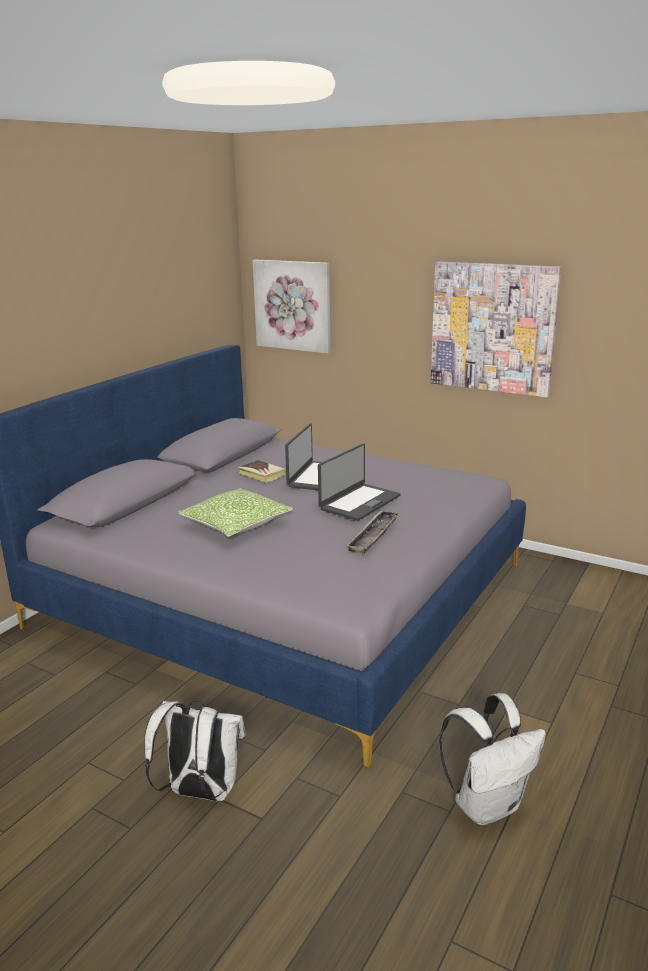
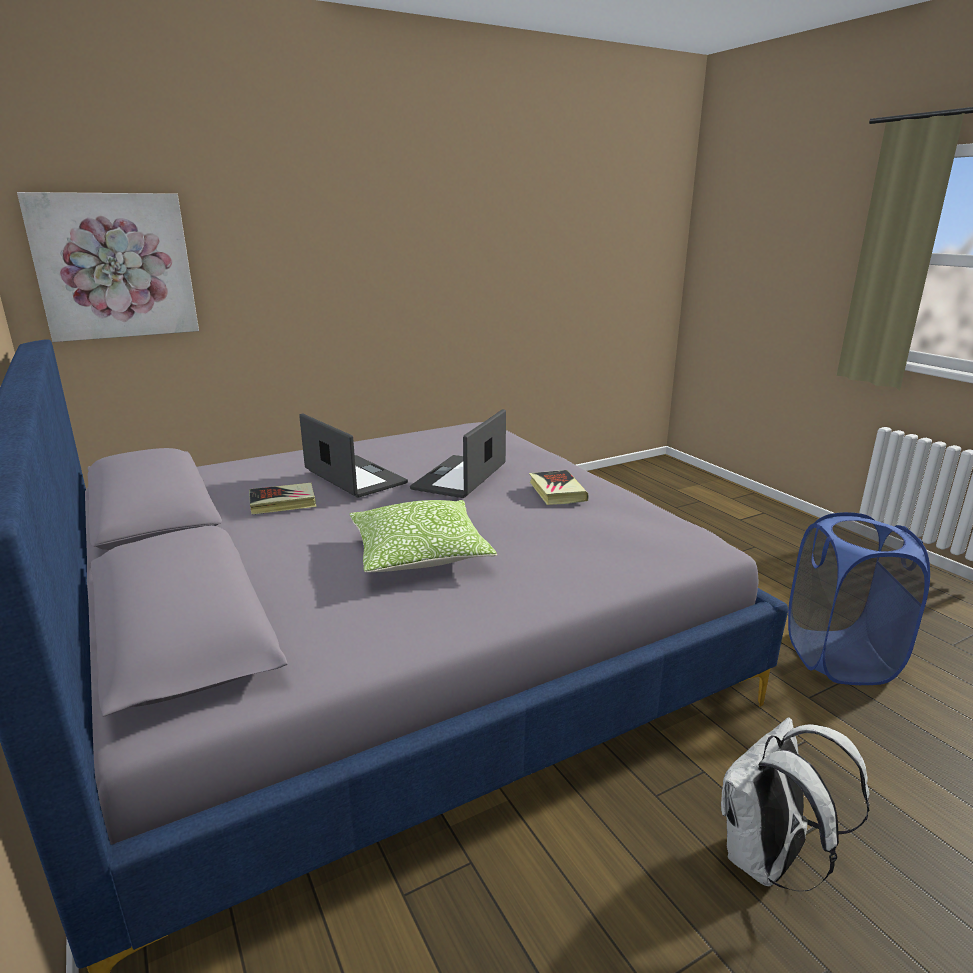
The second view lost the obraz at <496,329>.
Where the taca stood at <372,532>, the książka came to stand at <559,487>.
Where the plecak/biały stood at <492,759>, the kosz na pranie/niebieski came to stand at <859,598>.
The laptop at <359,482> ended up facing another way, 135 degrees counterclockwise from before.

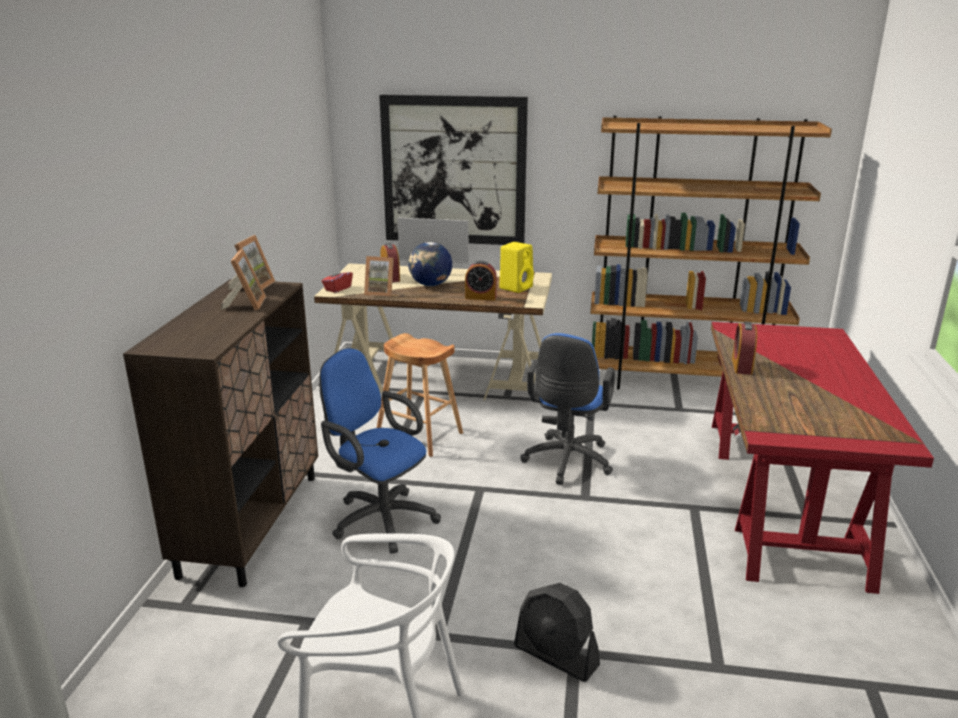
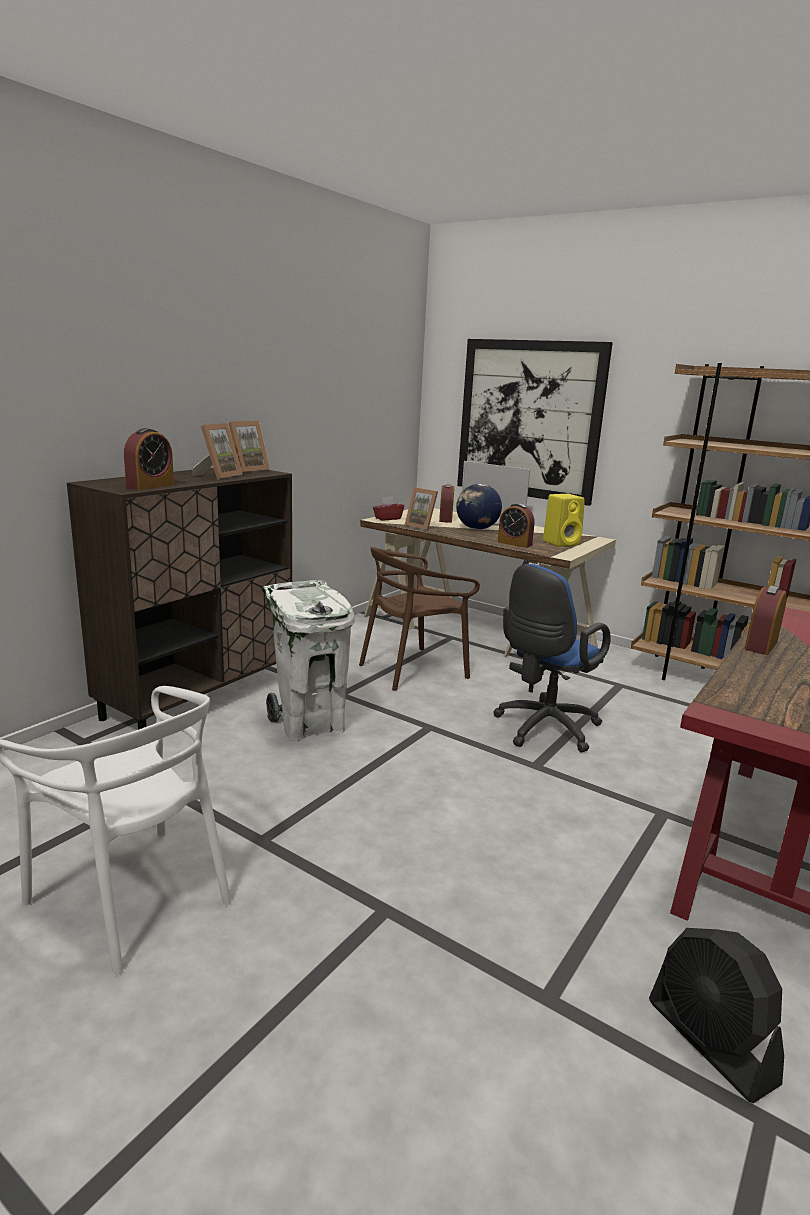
The second view gained the budzik at <149,459>.
The wentylator/czarny ended up elsewhere, having gone from <557,632> to <716,1015>.
Where the krzesło biurowe/niebieski stood at <380,450>, the kosz na śmieci/biały came to stand at <308,660>.
Where the stołek/brązowy stood at <420,395>, the krzesło/brązowy came to stand at <419,619>.

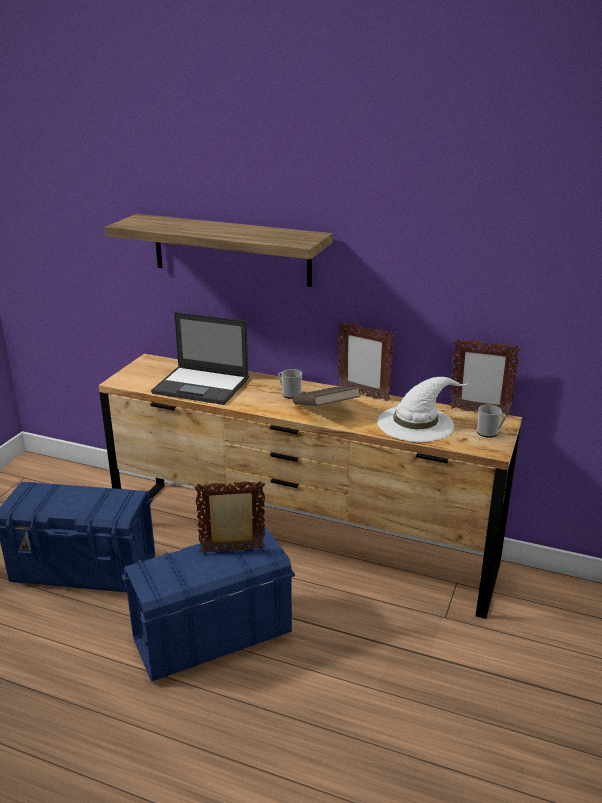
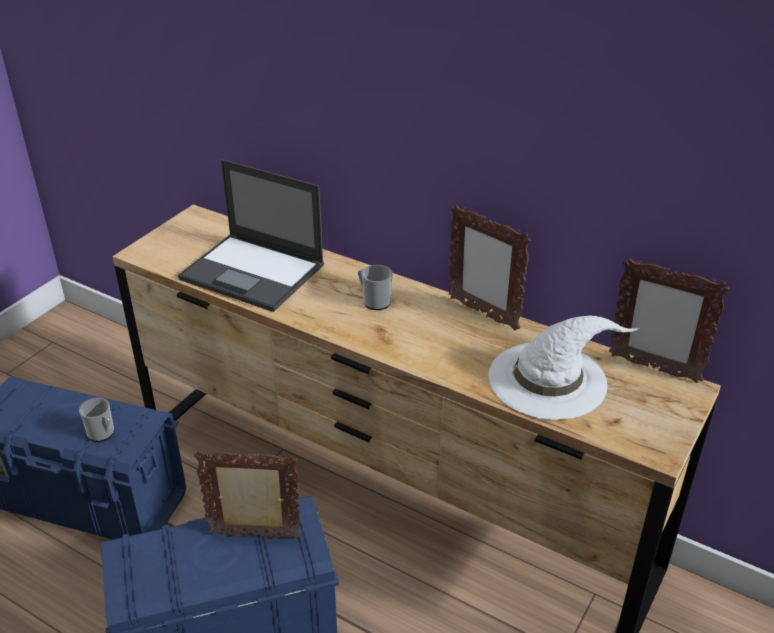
The second view lost the półka at <219,250>.
The second view lost the książka/brązowy at <327,396>.
The kubek ended up elsewhere, having gone from <491,421> to <96,420>.

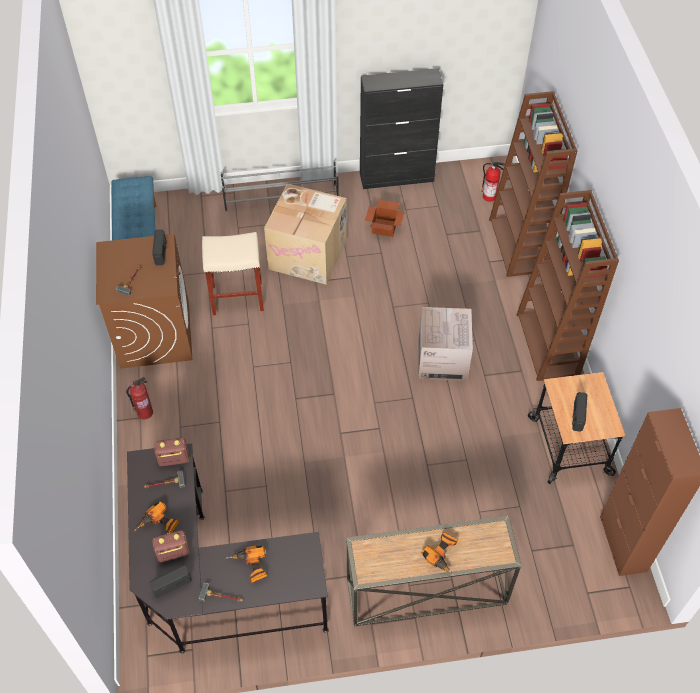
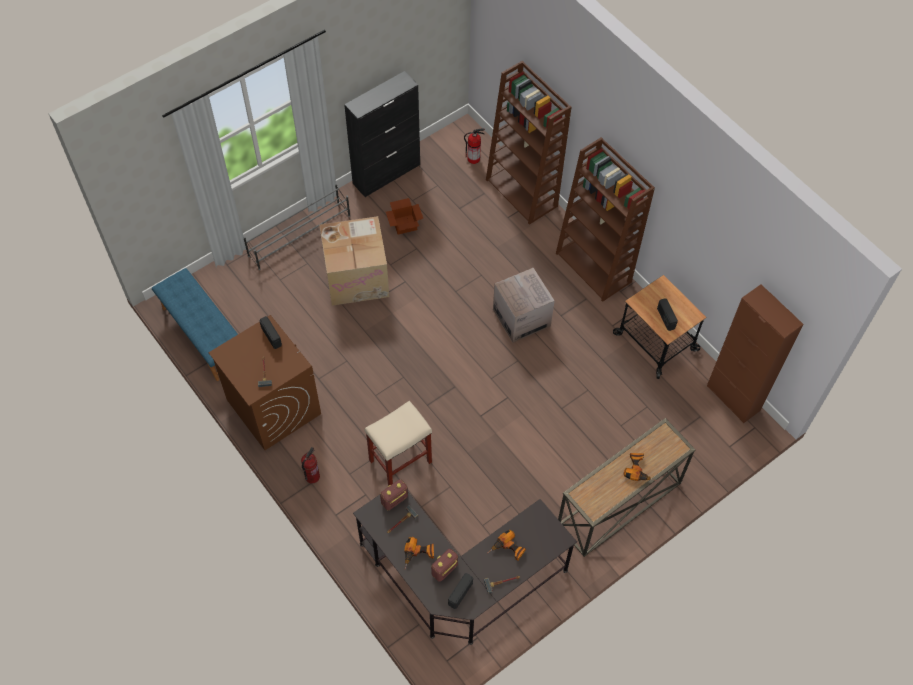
The stołek/beżowy ended up elsewhere, having gone from <233,273> to <398,443>.

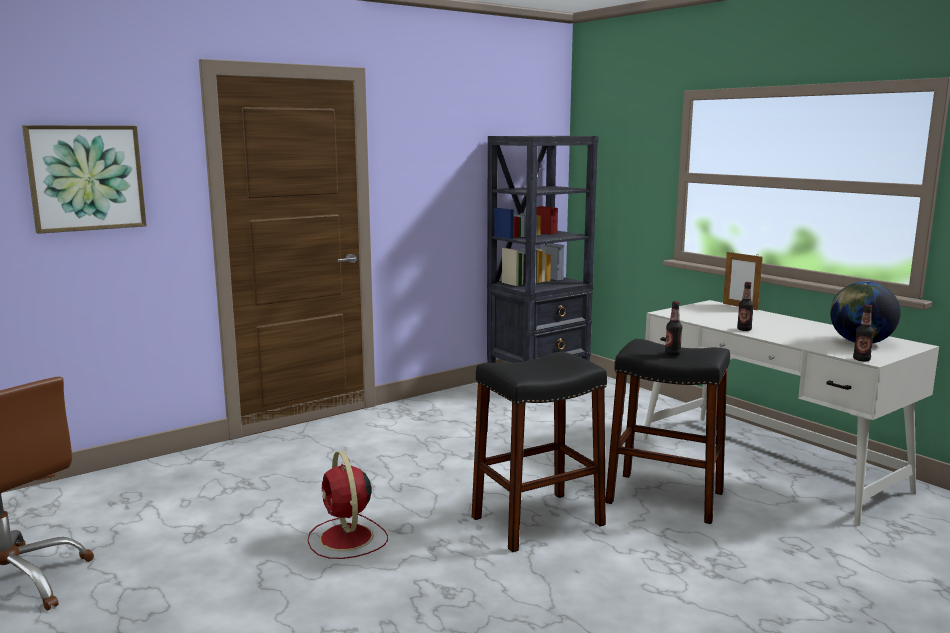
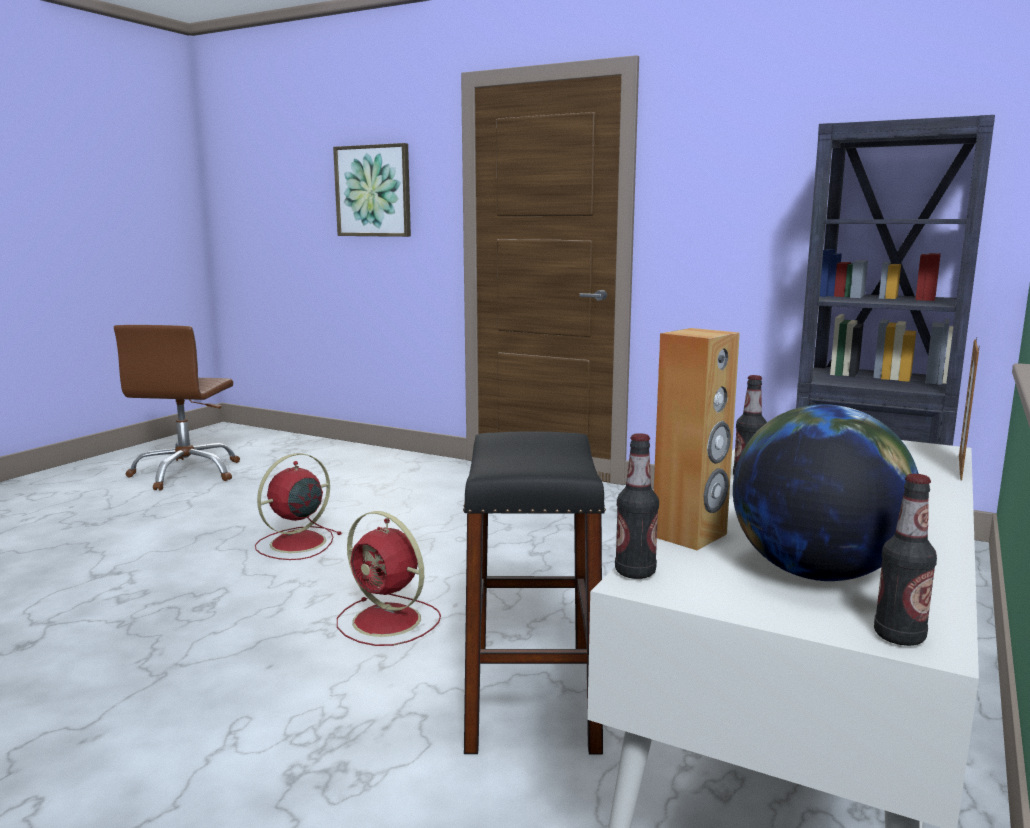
The second view gained the głośnik/brązowy at <697,439>.
The butelka ended up elsewhere, having gone from <673,328> to <905,560>.
Where the stołek/czarny stood at <539,451>, the wentylator/czerwony came to stand at <389,578>.

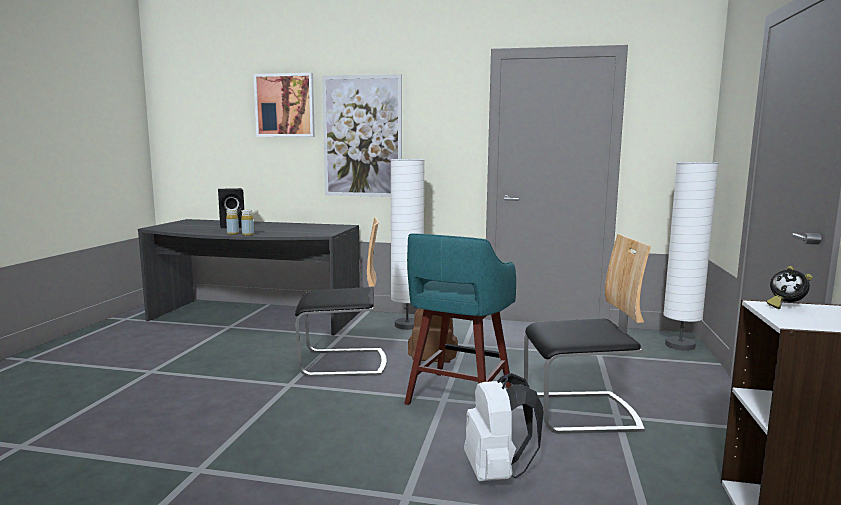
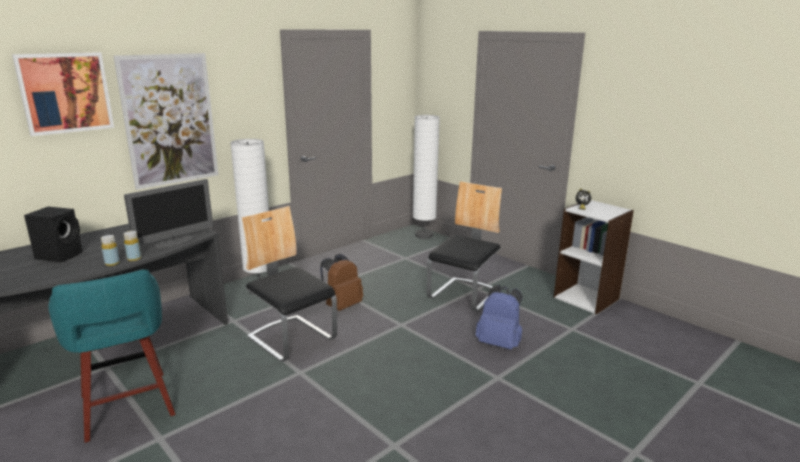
The second view gained the monitor at <168,213>.
The stołek/turkusowy ended up elsewhere, having gone from <460,319> to <112,356>.
What was the plecak/biały at <504,427> turned into the plecak/niebieski at <499,317>.
The krzesło at <341,297> ended up facing another way, 75 degrees counterclockwise from before.

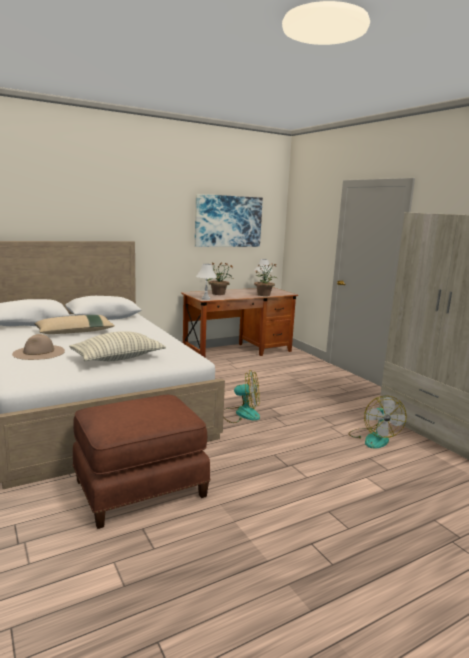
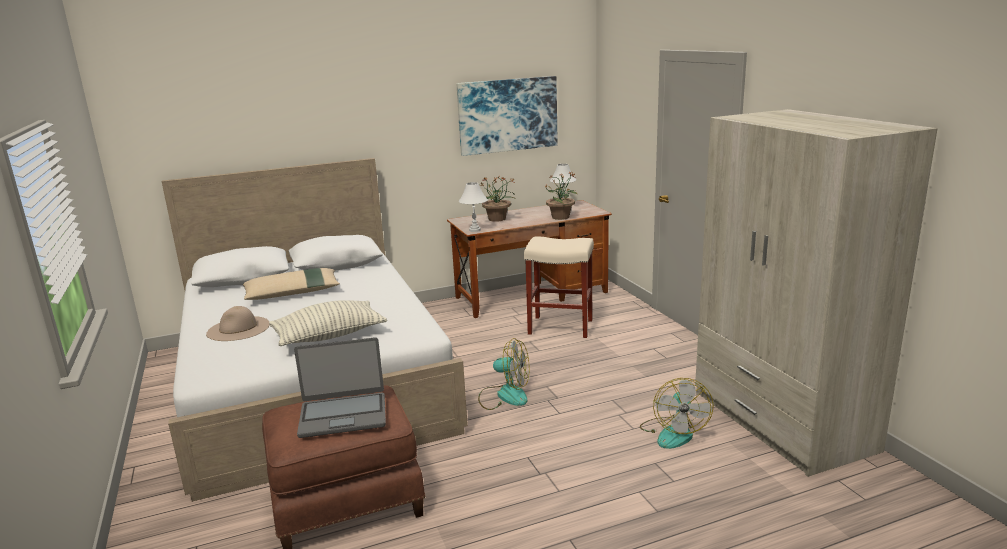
The second view gained the laptop at <340,387>.
The second view gained the stołek/beżowy at <559,287>.

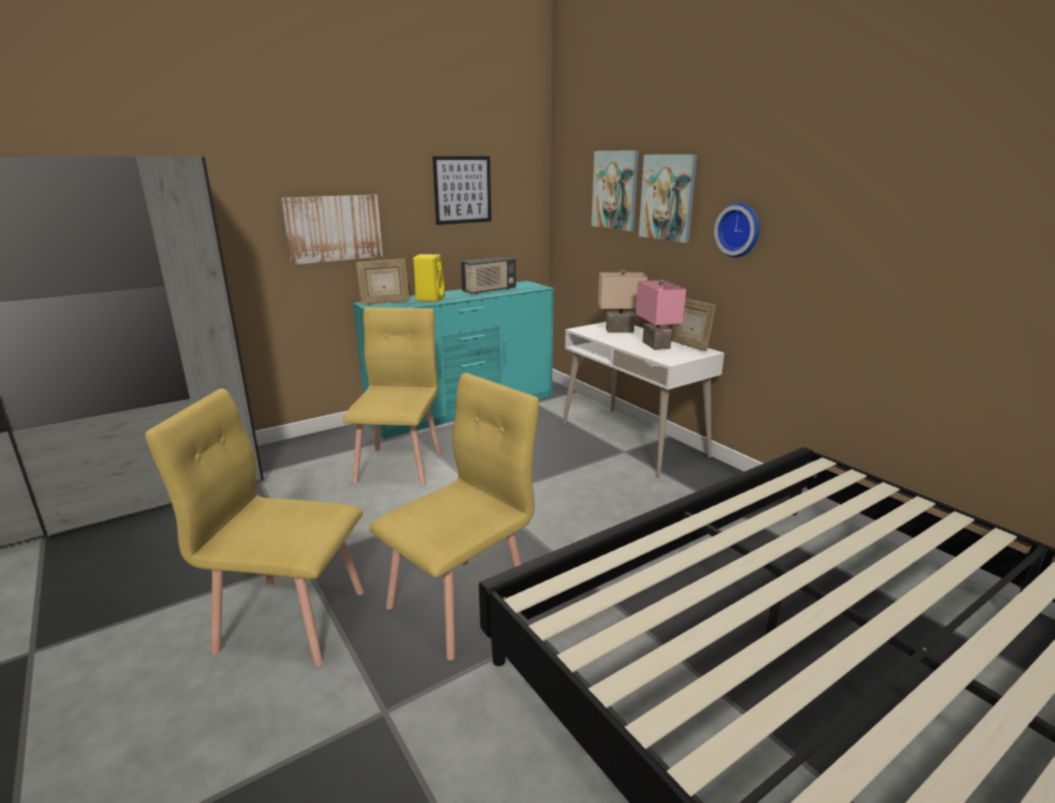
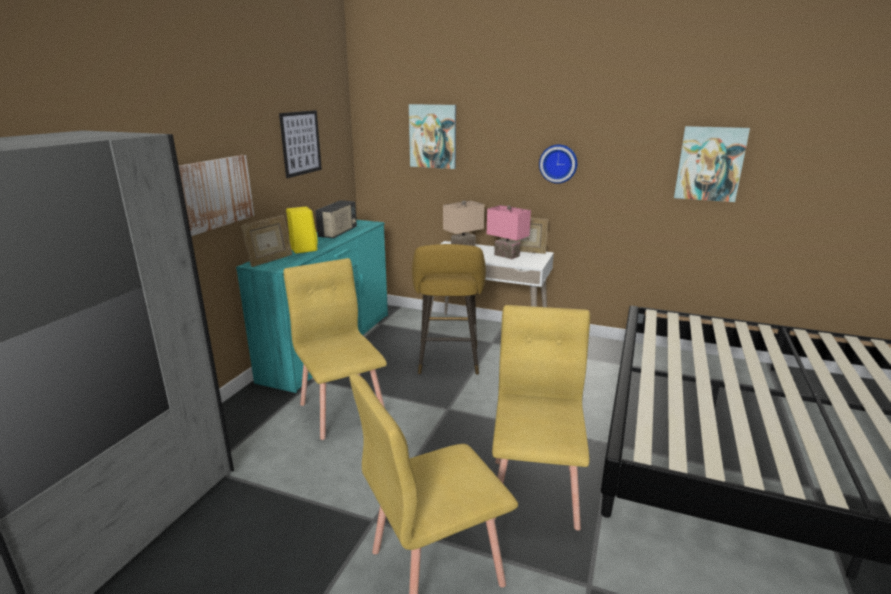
The second view gained the stołek/żółty at <449,309>.
The obraz ended up elsewhere, having gone from <668,198> to <712,164>.

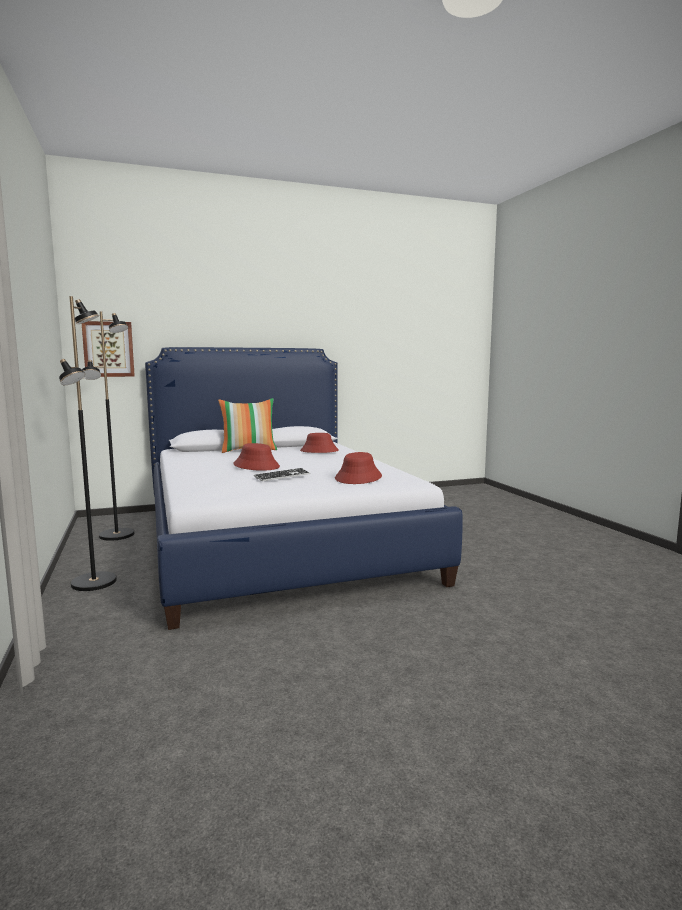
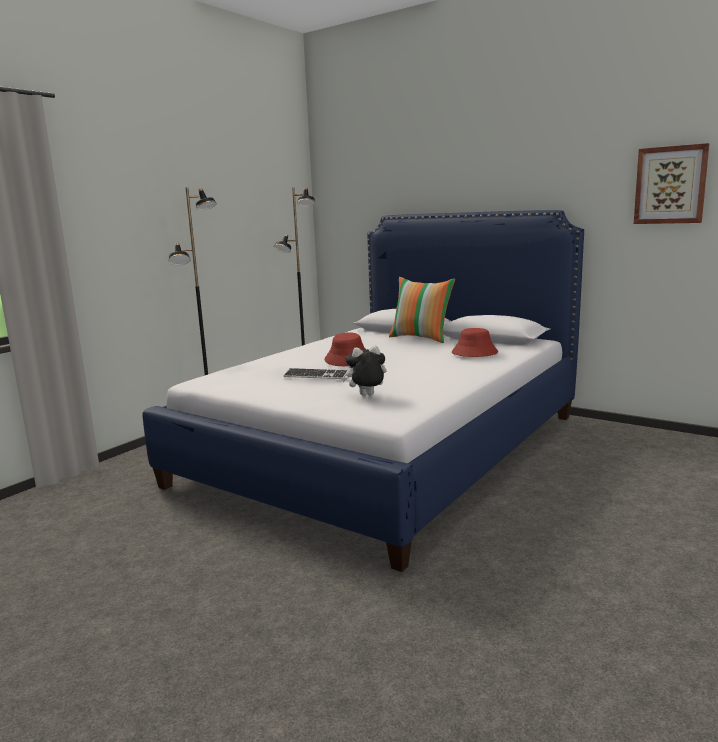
The obraz ended up elsewhere, having gone from <108,349> to <671,183>.
Where the kapelusz/czerwony stood at <358,468>, the pluszak came to stand at <363,370>.

